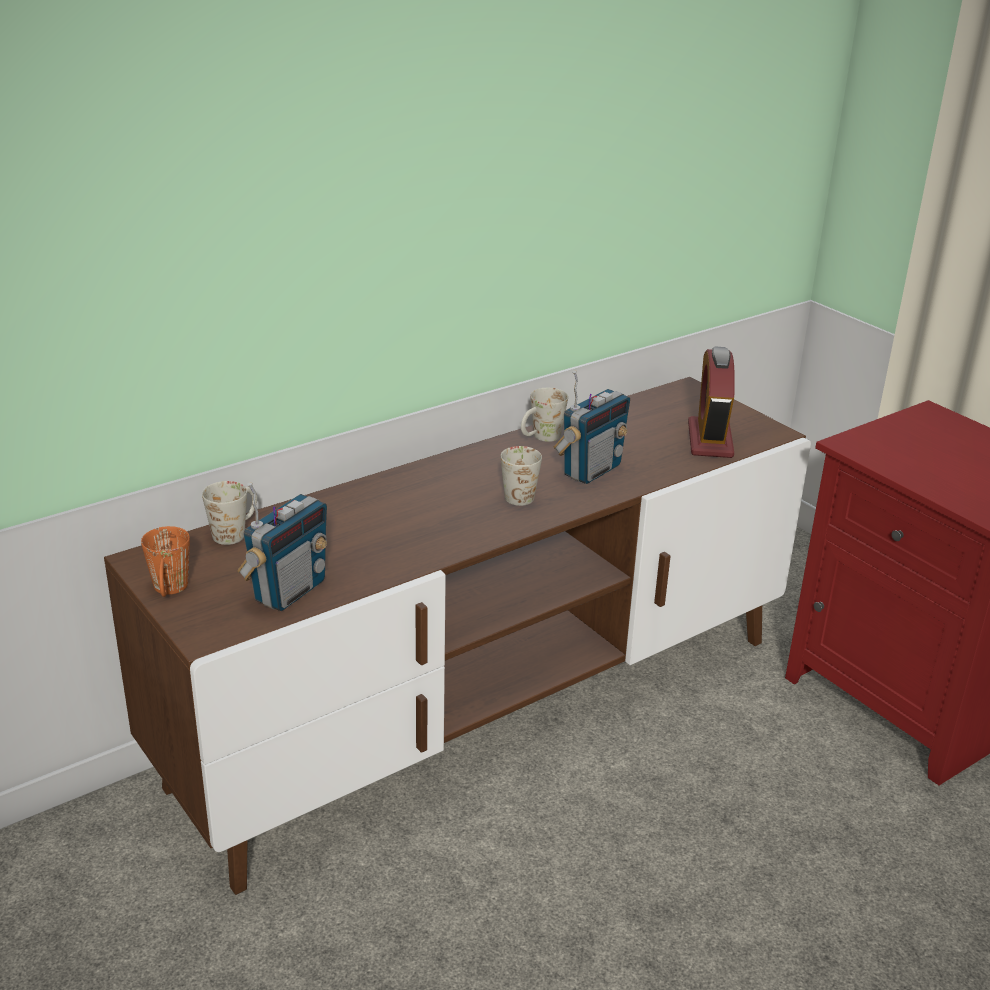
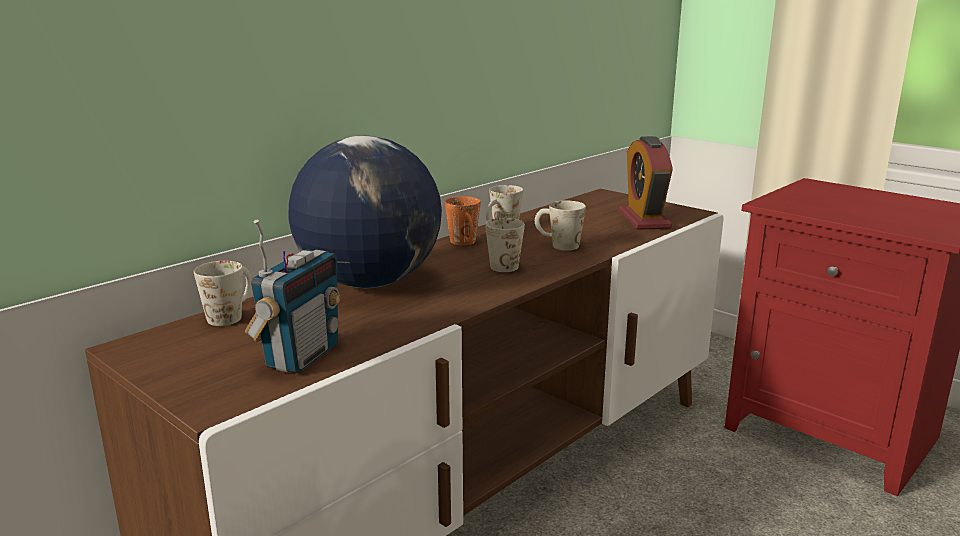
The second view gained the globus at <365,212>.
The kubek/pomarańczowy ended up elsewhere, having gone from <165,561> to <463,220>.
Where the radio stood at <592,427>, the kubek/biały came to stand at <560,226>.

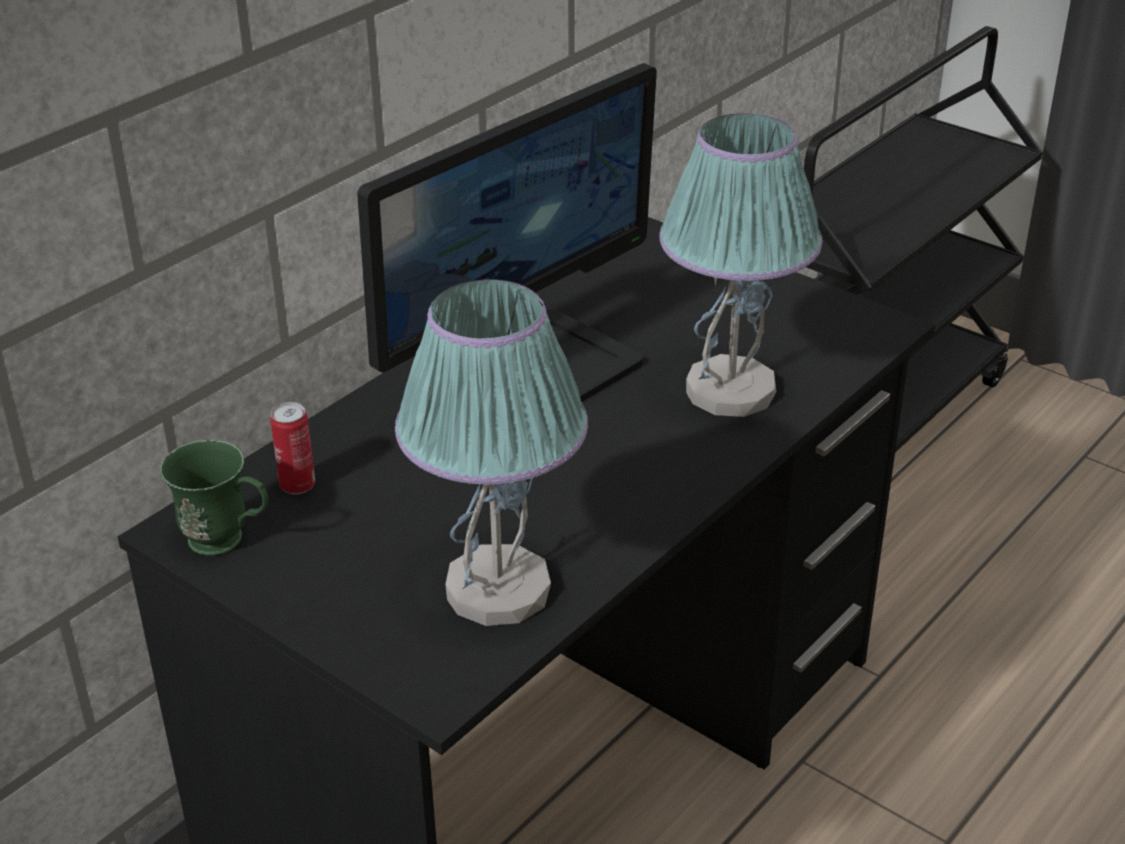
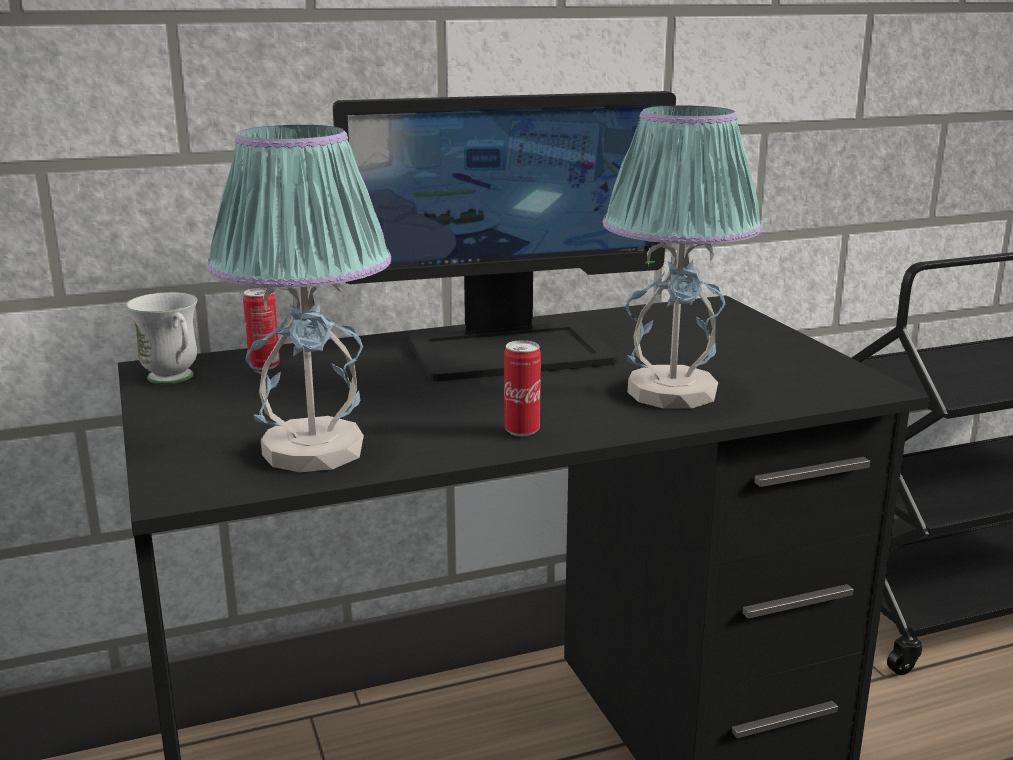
The second view gained the puszka at <522,388>.
What was the kubek/zielony at <214,497> turned into the kubek/biały at <161,338>.

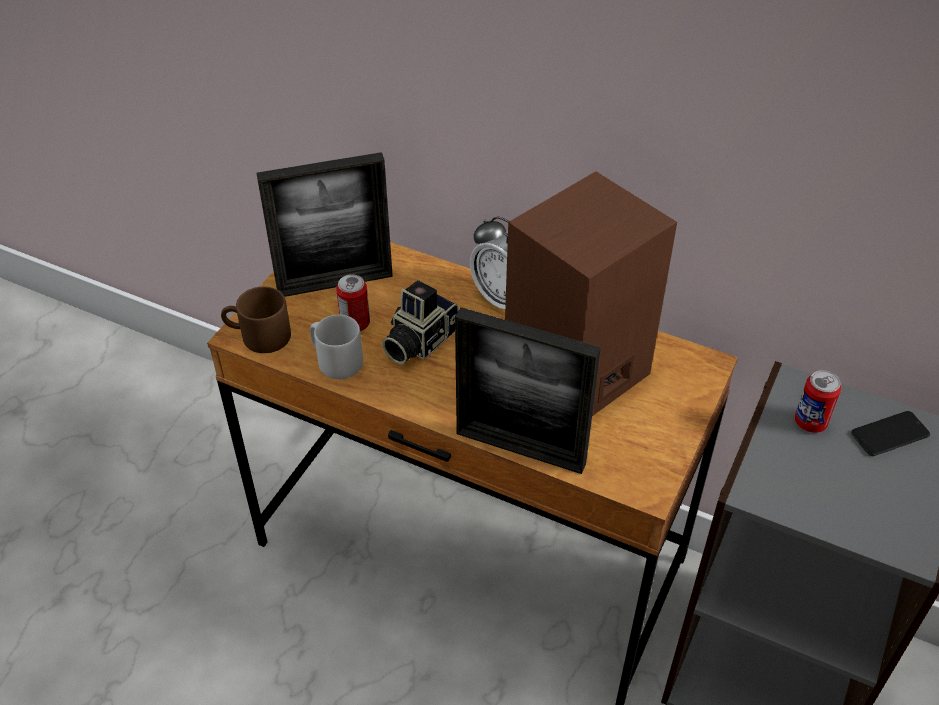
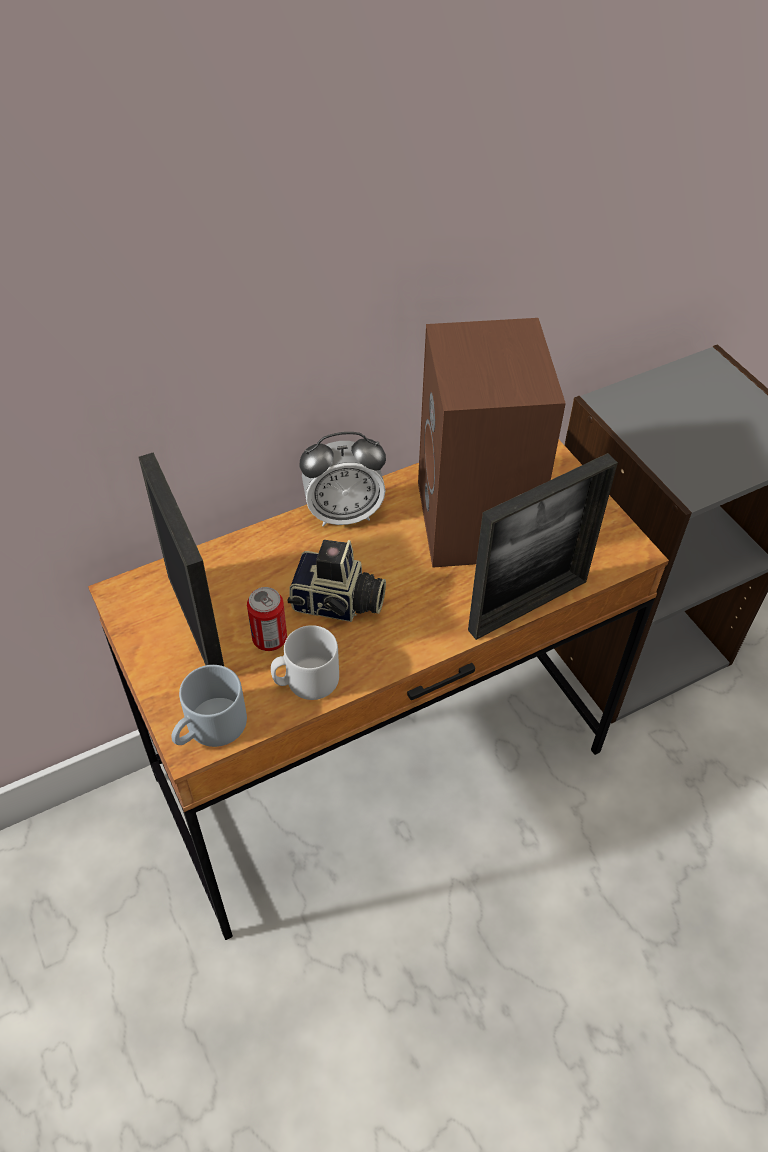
The second view lost the puszka at <818,401>.
The second view lost the telefon at <890,433>.
What was the kubek/brązowy at <256,319> turned into the kubek/szary at <209,706>.
The ramka na zdjęcie at <324,224> ended up facing another way, 45 degrees counterclockwise from before.
The aparat fotograficzny at <420,322> ended up facing another way, 60 degrees counterclockwise from before.

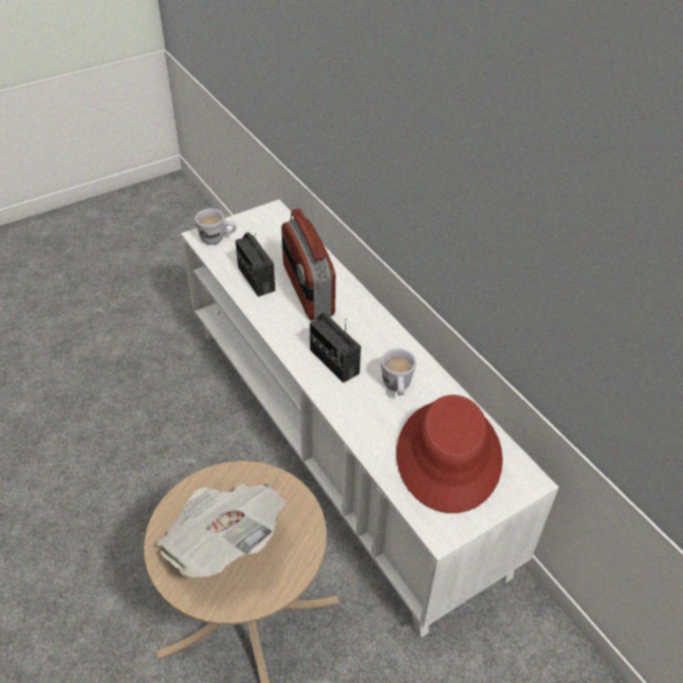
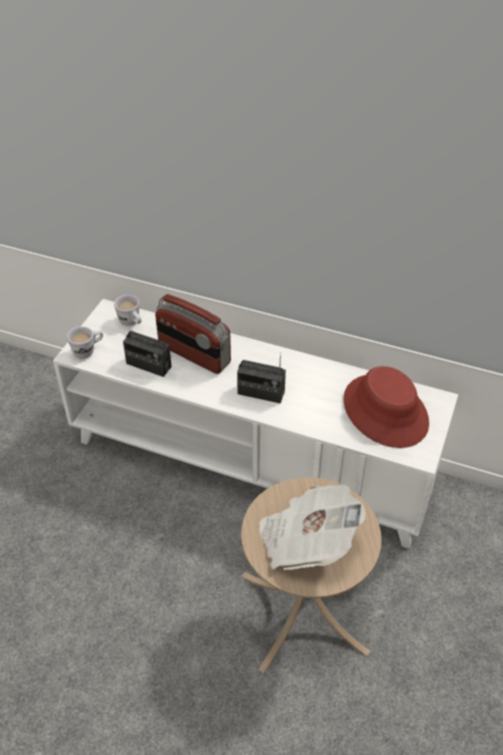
The kubek/biały ended up elsewhere, having gone from <398,371> to <127,310>.

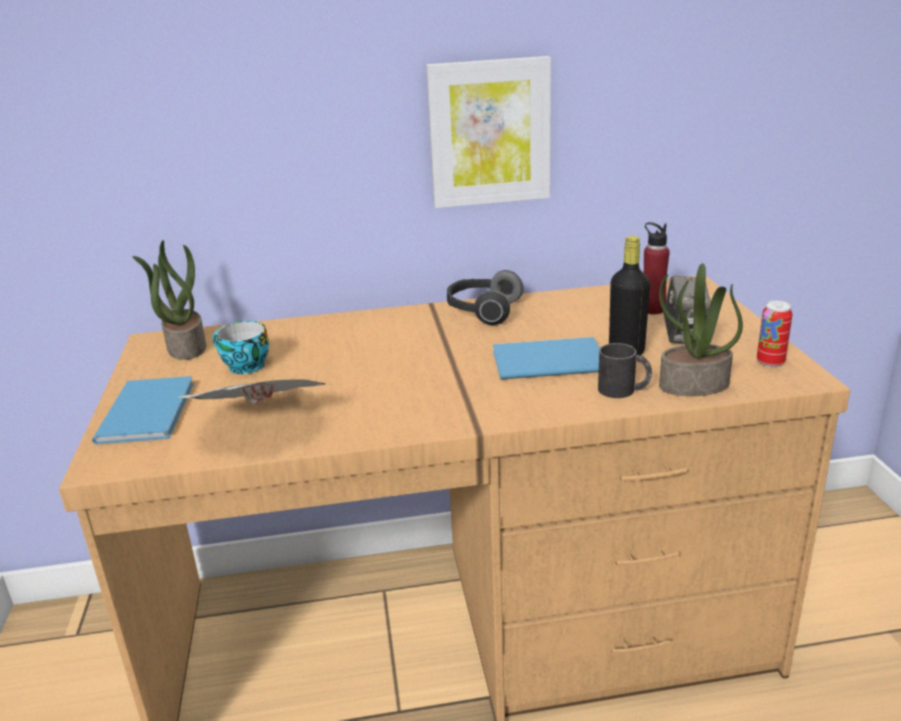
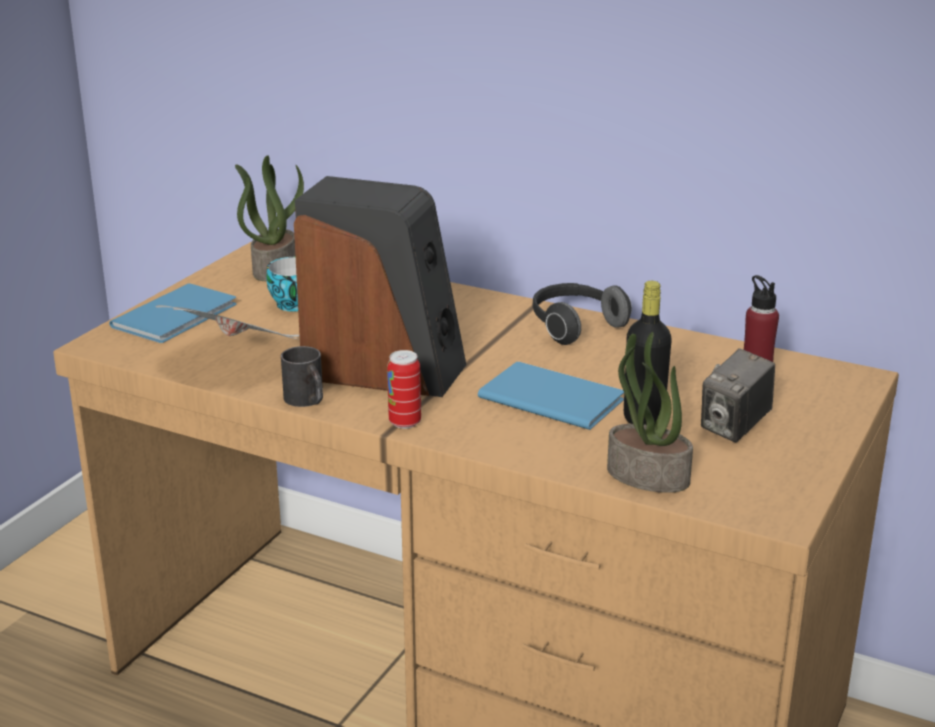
The second view lost the obraz at <488,132>.
The second view gained the głośnik at <380,286>.
The kubek/czarny ended up elsewhere, having gone from <625,370> to <302,376>.
The puszka ended up elsewhere, having gone from <775,334> to <404,389>.

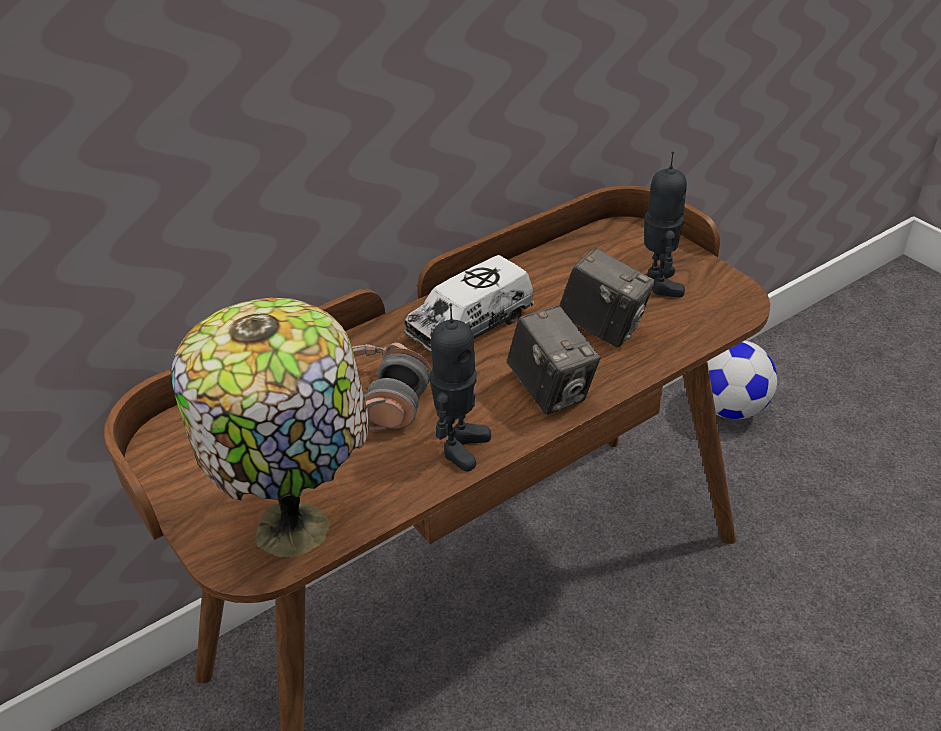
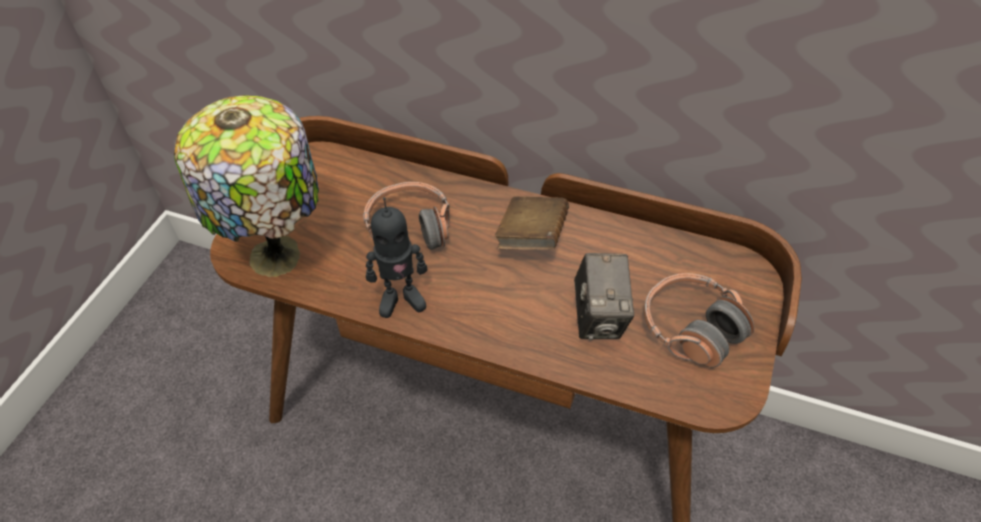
The second view lost the aparat fotograficzny at <553,360>.
The second view lost the piłka futbolowa at <742,380>.
Where the ciężarówka zabawkowa stood at <469,304>, the książka/brązowy came to stand at <532,223>.
Where the robot zabawkowy stood at <665,224>, the słuchawki came to stand at <699,320>.

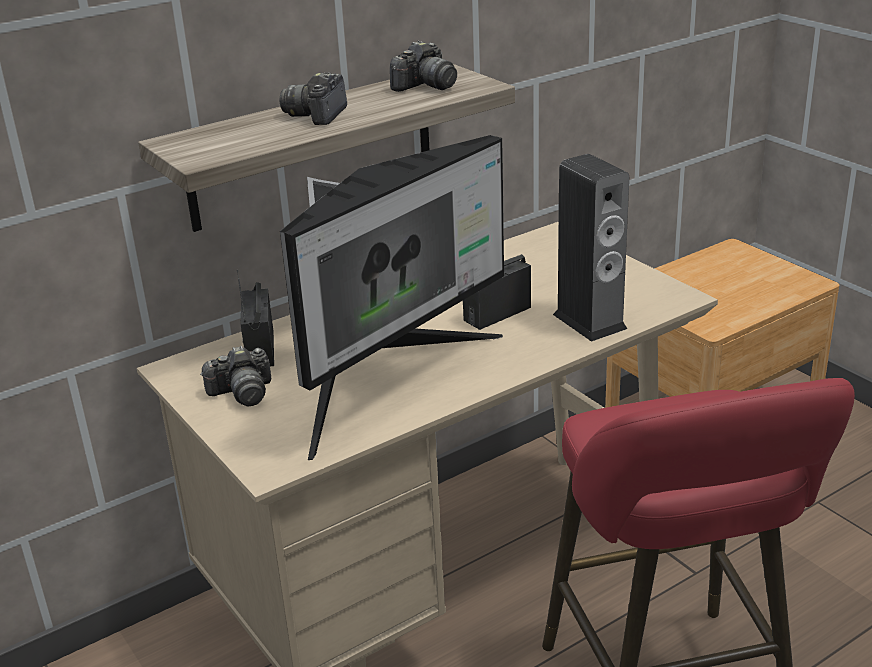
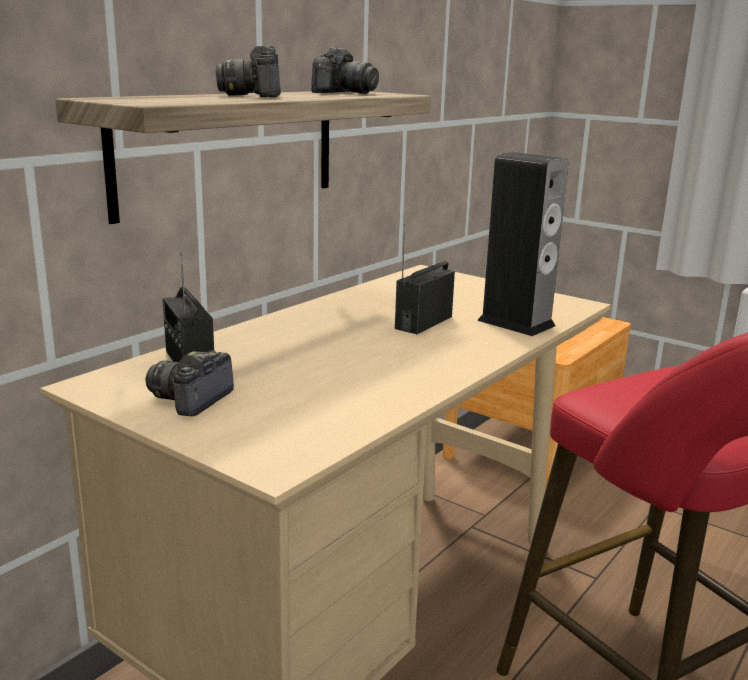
The second view lost the monitor at <392,297>.
The aparat fotograficzny at <235,376> ended up facing another way, 150 degrees clockwise from before.

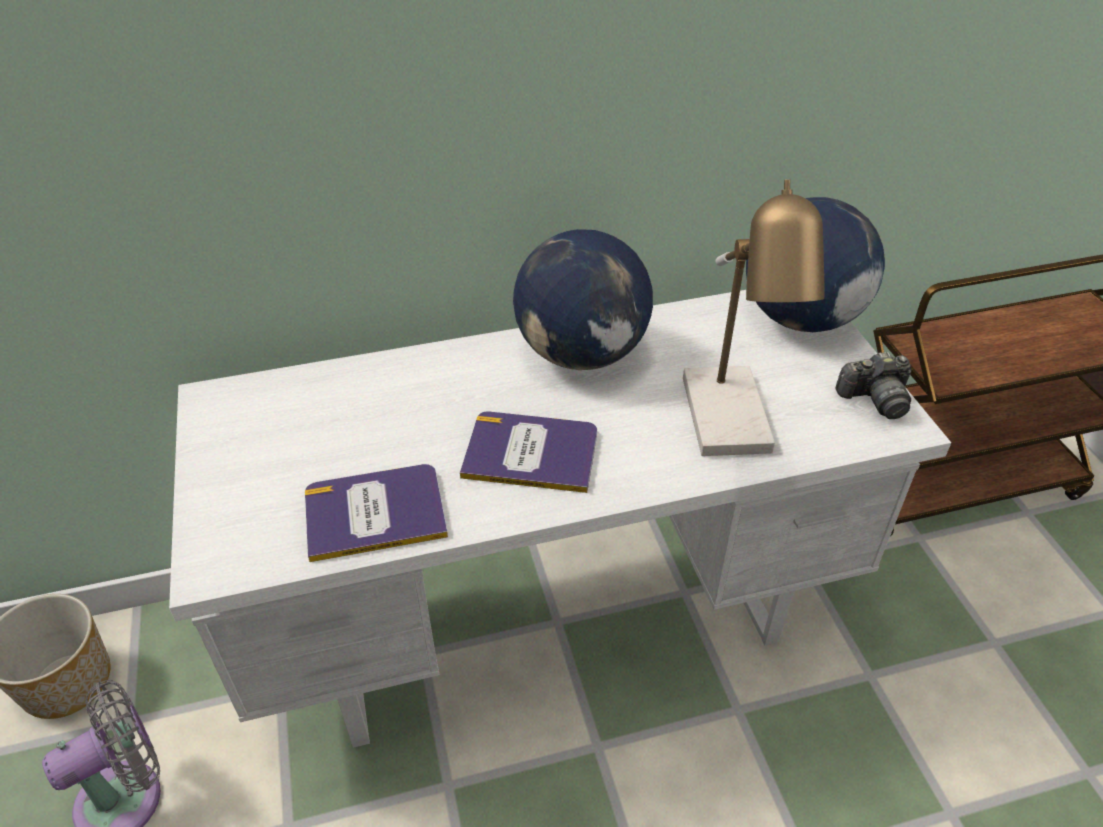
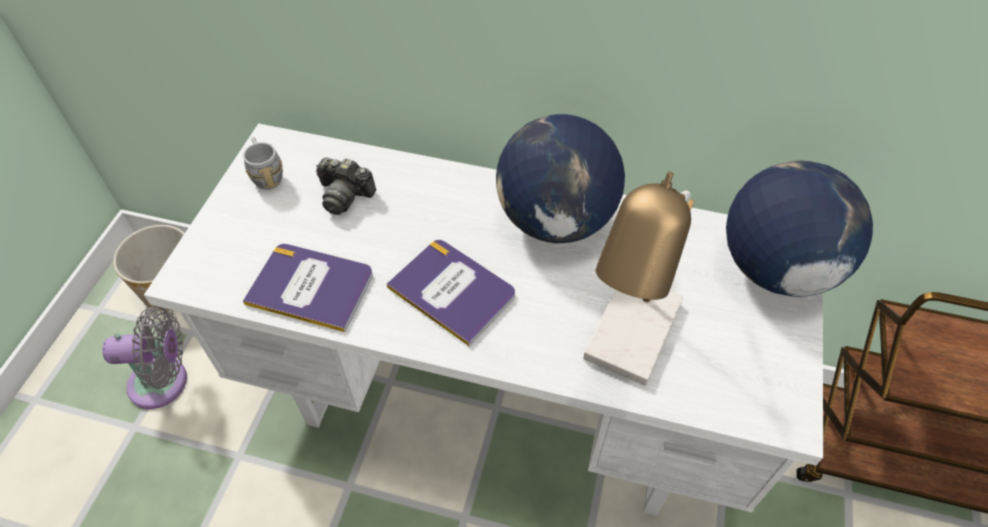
The second view gained the kubek/szary at <263,163>.
The aparat fotograficzny ended up elsewhere, having gone from <873,385> to <346,186>.

